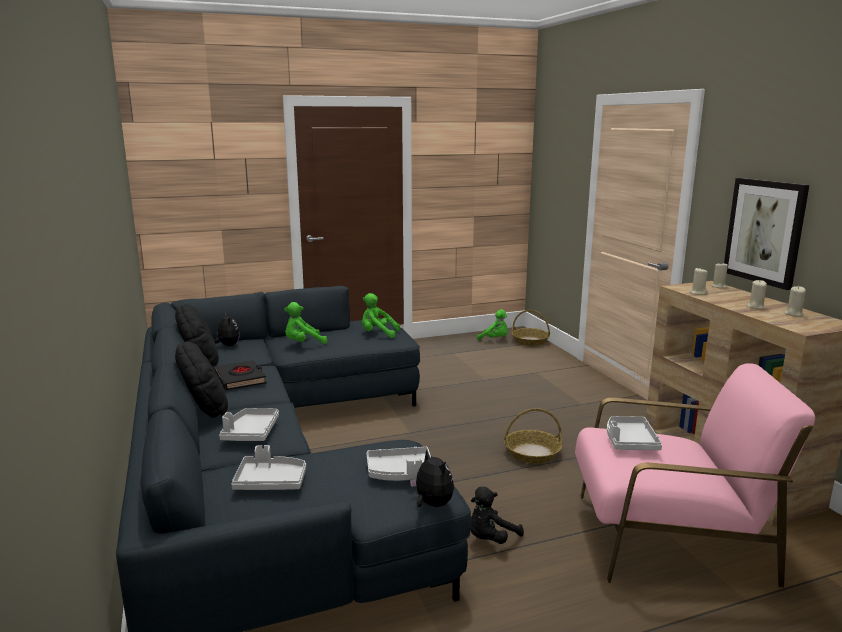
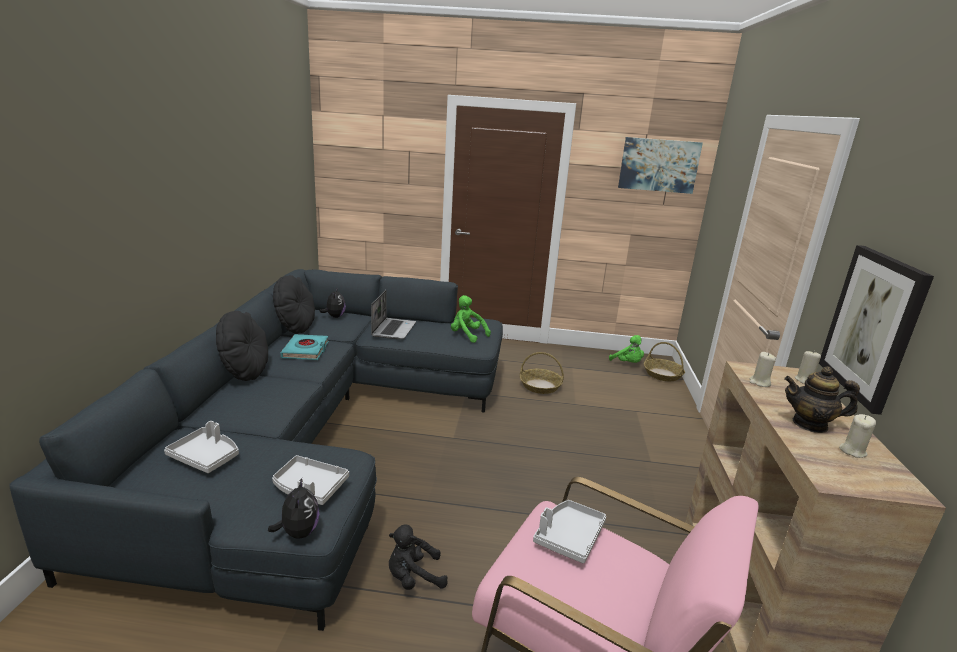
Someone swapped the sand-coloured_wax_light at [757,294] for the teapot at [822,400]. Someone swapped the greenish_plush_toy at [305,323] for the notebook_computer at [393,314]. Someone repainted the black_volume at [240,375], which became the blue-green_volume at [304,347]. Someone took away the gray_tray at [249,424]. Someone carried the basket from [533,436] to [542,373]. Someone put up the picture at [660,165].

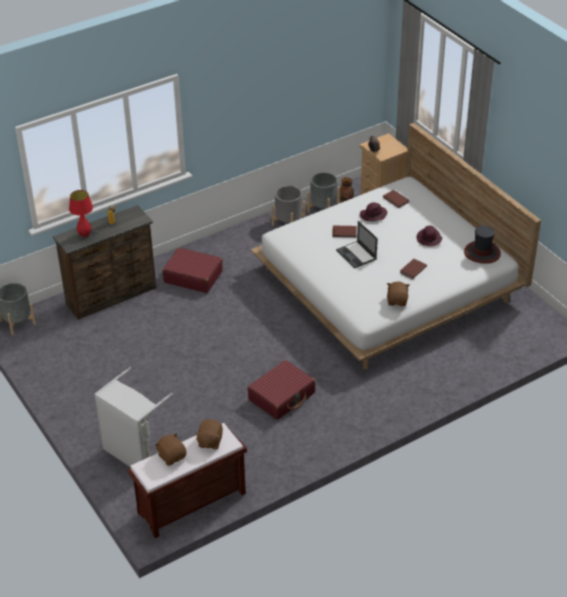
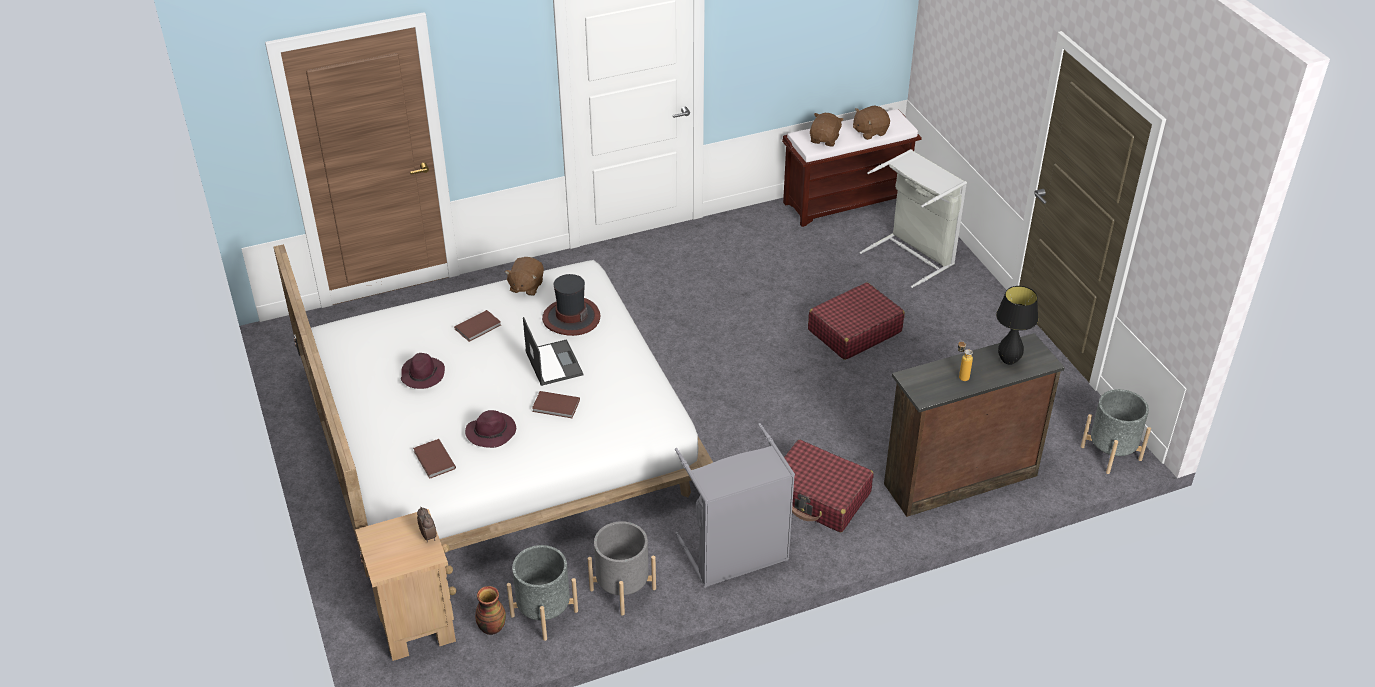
Someone repainted the reddish_table_lamp at [81,213], which became the black_table_lamp at [1017,325]. Someone carried the clothing_hat from [482,244] to [571,305]. Someone carried the reddish_suitcase from [281,390] to [856,321]. Someone rotated the brown_plush_toy at [170,449] by 90 degrees clockwise. Someone put down the gray_laundry_basket at [735,505].

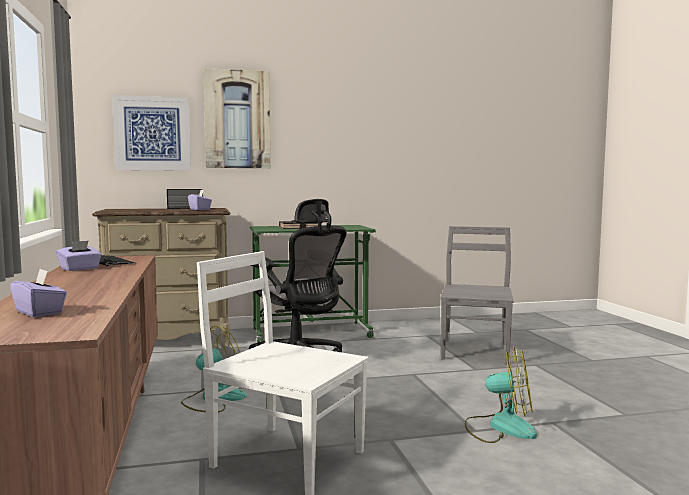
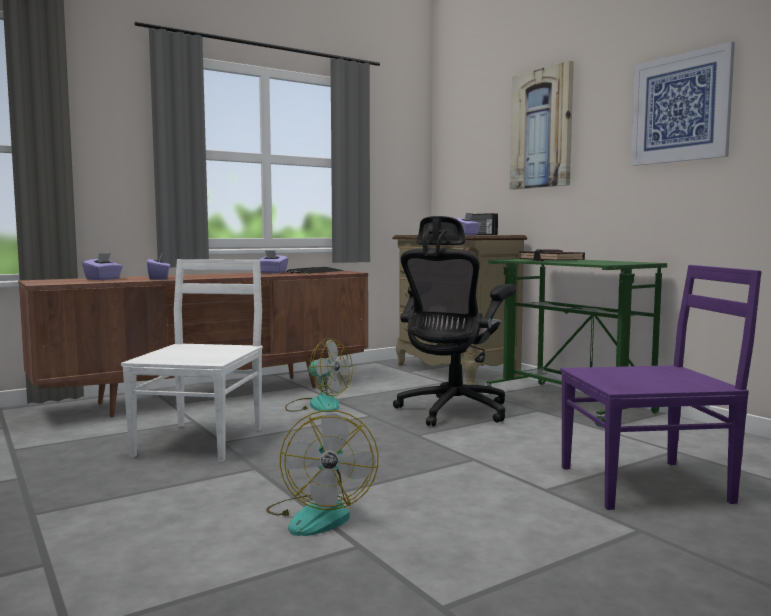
Someone carried the picture from [151,133] to [683,104]. Someone repainted the gray_plain_chair at [477,295], which became the purple_plain_chair at [661,387]. Someone put down the purple_box_of_tissues at [158,266].

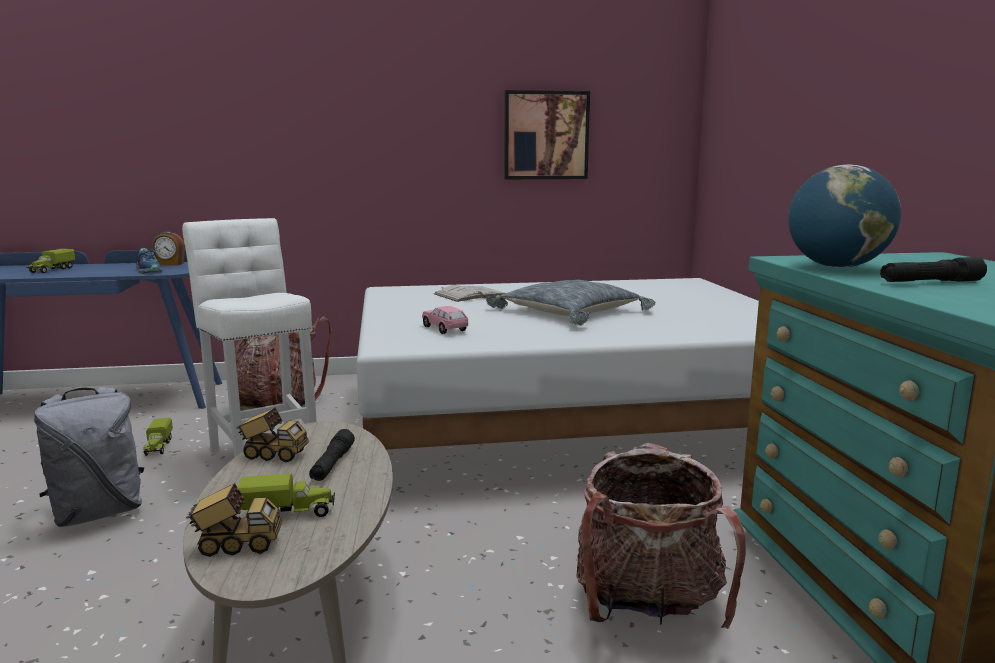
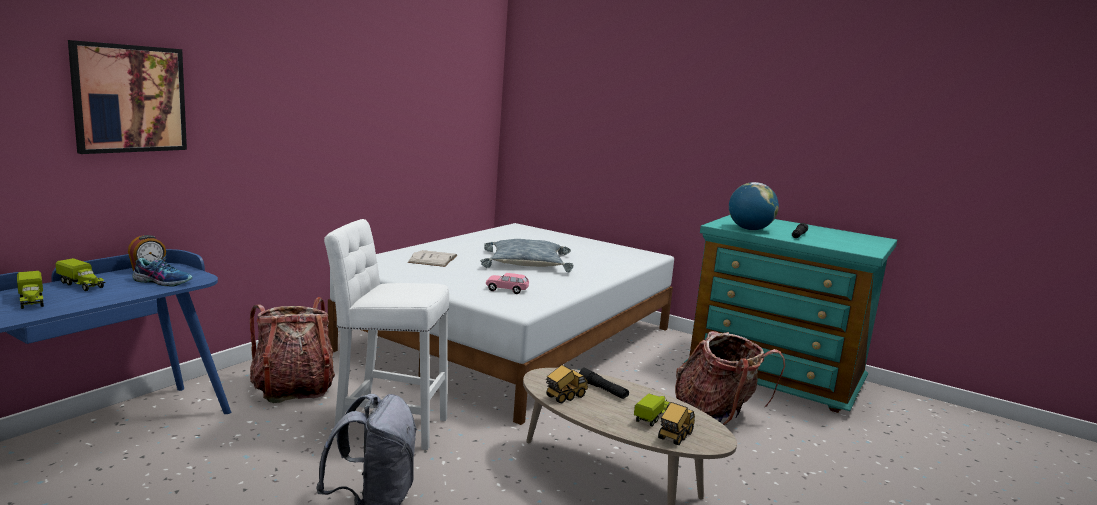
Someone carried the picture from [547,134] to [127,97]. Someone carried the toy_truck from [158,437] to [80,274].

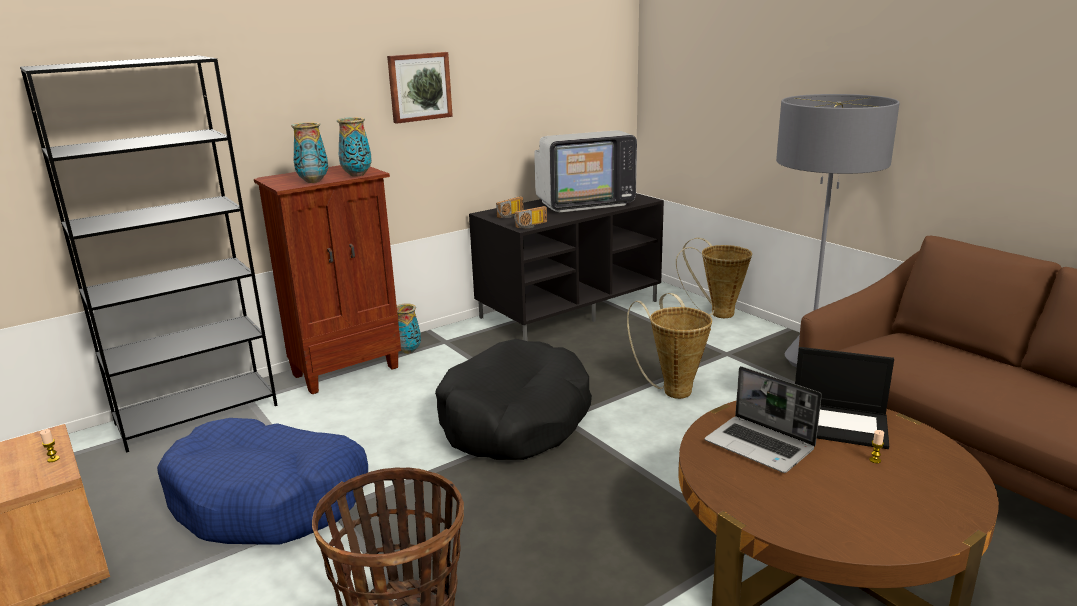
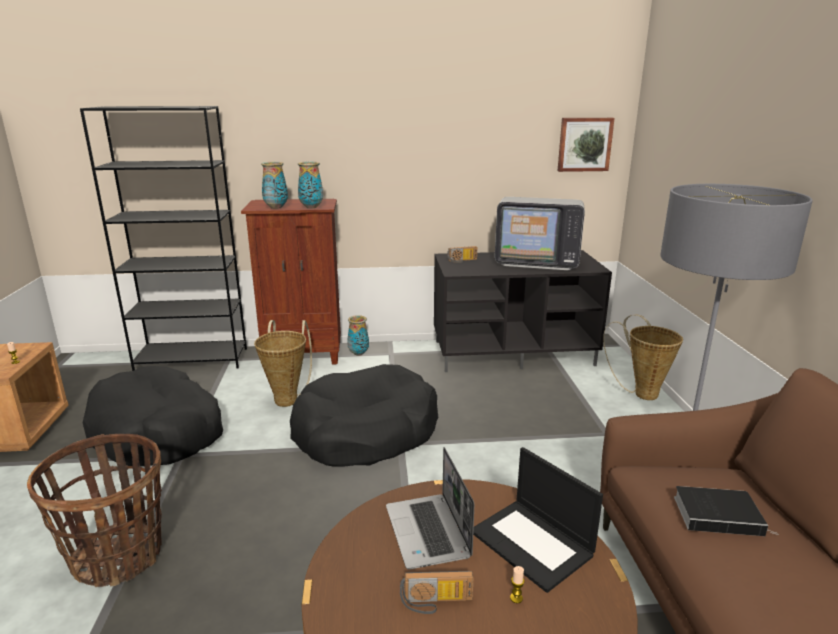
Someone carried the picture from [420,88] to [586,145]. Someone carried the radio from [530,217] to [436,592]. Someone carried the basket from [669,346] to [283,363]. Someone repainted the bluish_pet_bed at [262,481], which became the black_pet_bed at [153,416]. Someone put down the volume at [726,511].

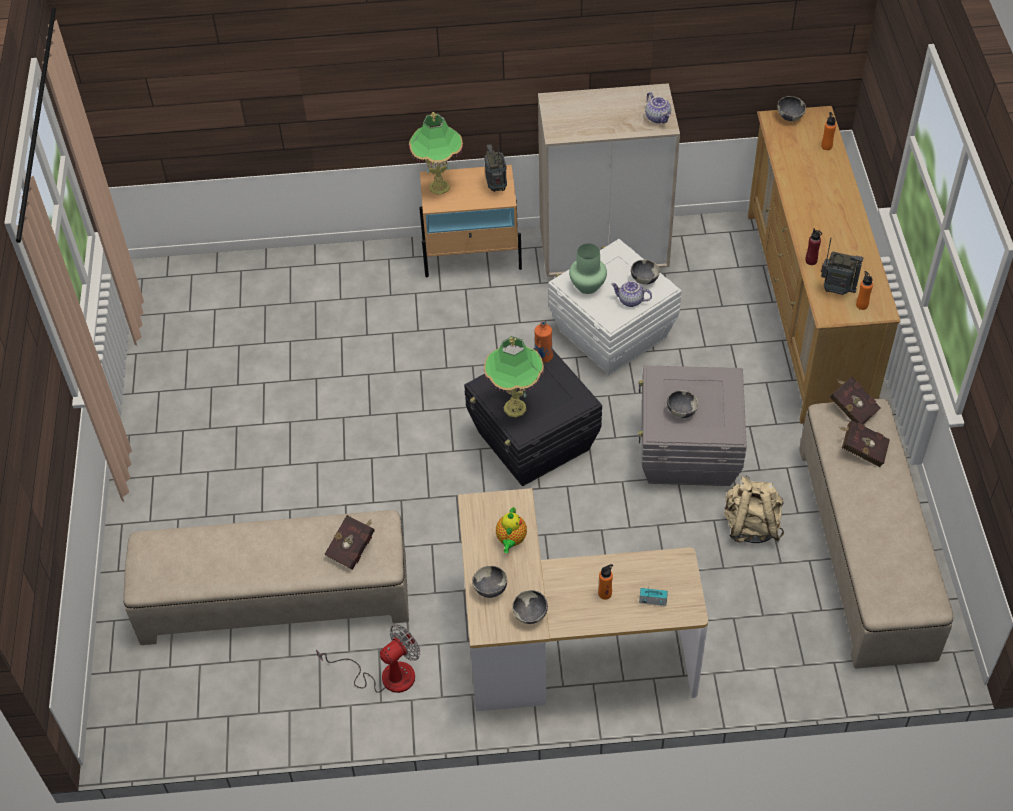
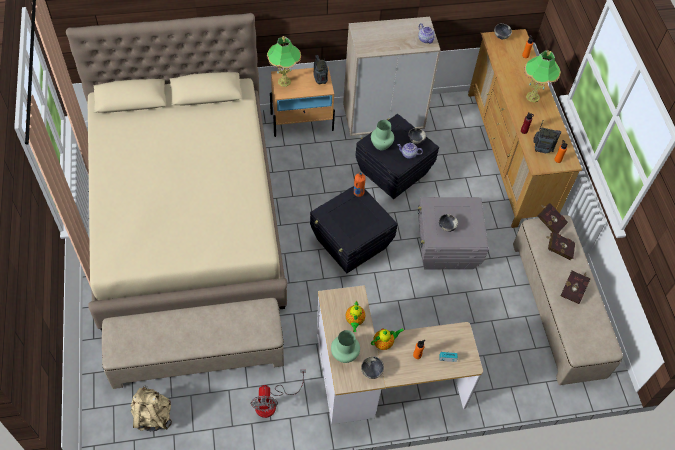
Someone repainted the white_storage_bin at [615,307], which became the black_storage_bin at [397,156]. Someone carried the table_lamp from [514,376] to [542,76]. Someone carried the sand-coloured_backpack from [754,509] to [151,408]. Someone carried the reddish_volume from [349,542] to [575,287]. Someone swapped the bowl at [489,582] for the greenish_flower_vase at [345,346]. Someone rotated the cooling_fan at [368,659] by 135 degrees clockwise. Someone put down the sand-coloured_sleeping_bed at [176,172]. Someone put down the teapot at [387,339].

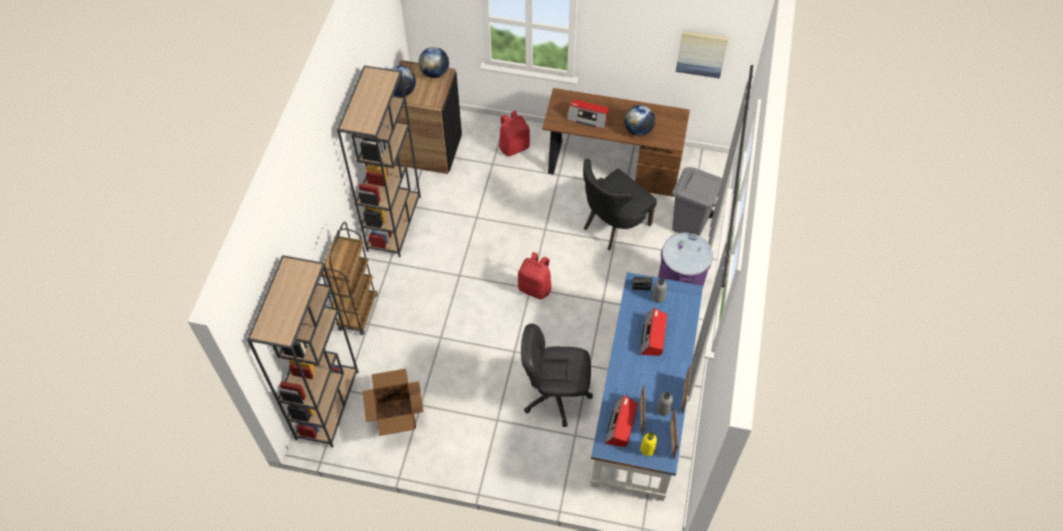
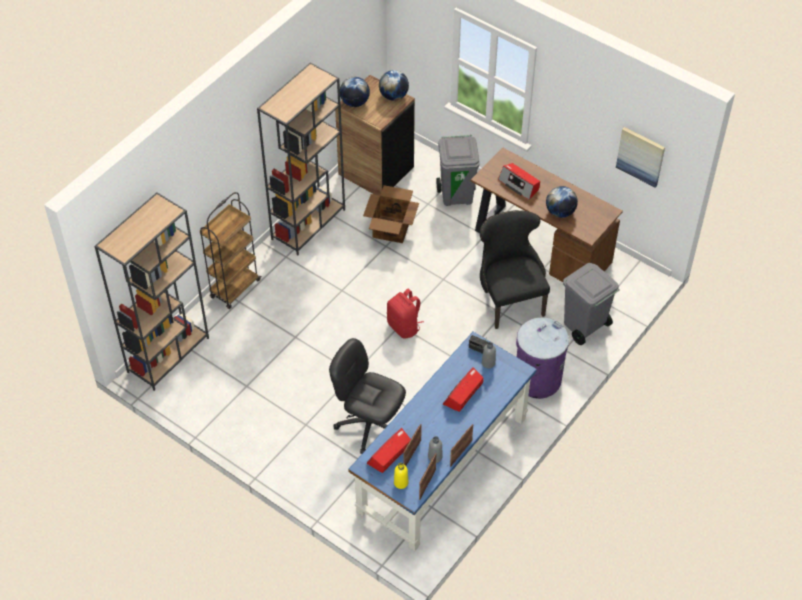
Someone swapped the reddish_backpack at [514,133] for the gray_rubbish_bin at [458,170]. Someone rotated the black_plain_chair at [620,204] by 90 degrees clockwise. Someone carried the carton from [393,402] to [391,214].

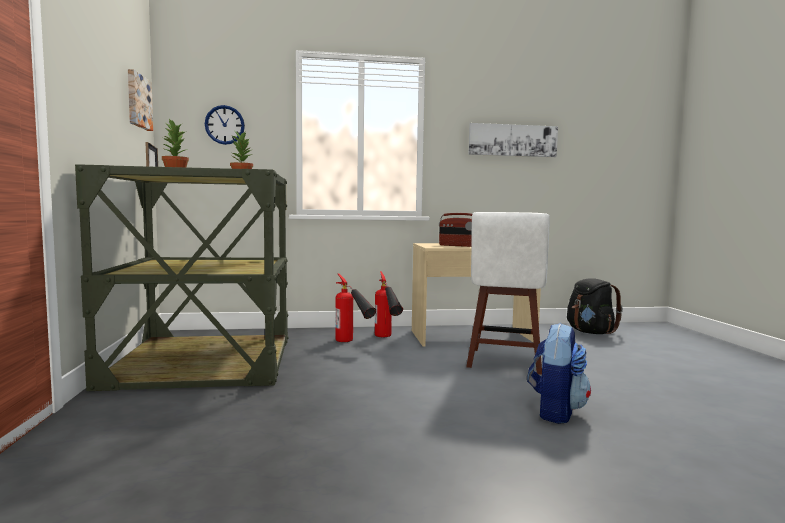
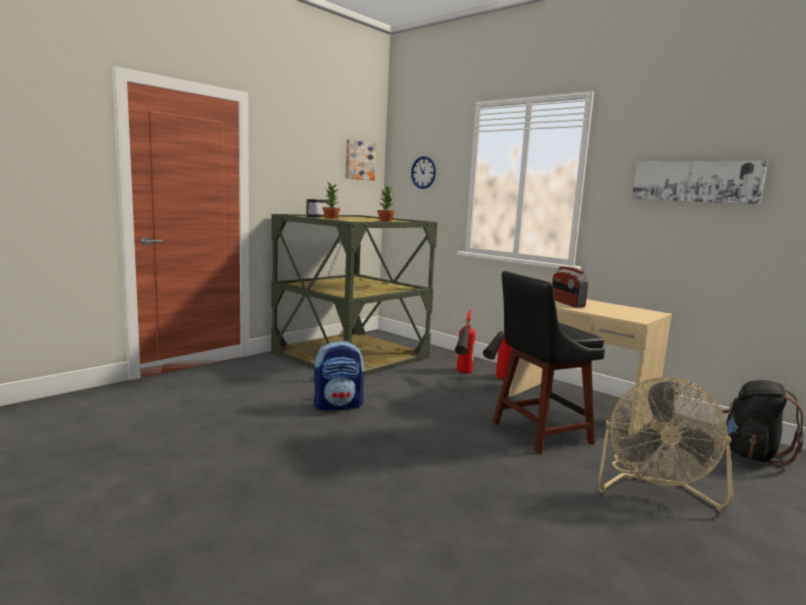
Someone repainted the white_plain_chair at [508,293], which became the black_plain_chair at [549,363]. Someone carried the backpack from [559,373] to [339,375]. Someone put down the sand-coloured_cooling_fan at [666,444].

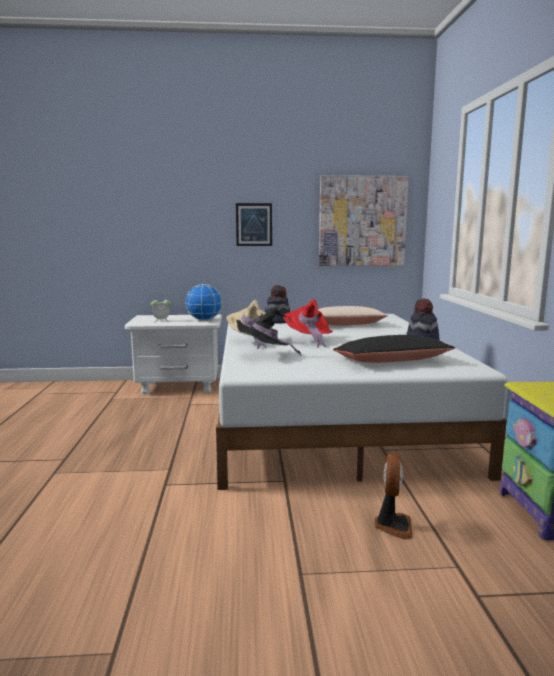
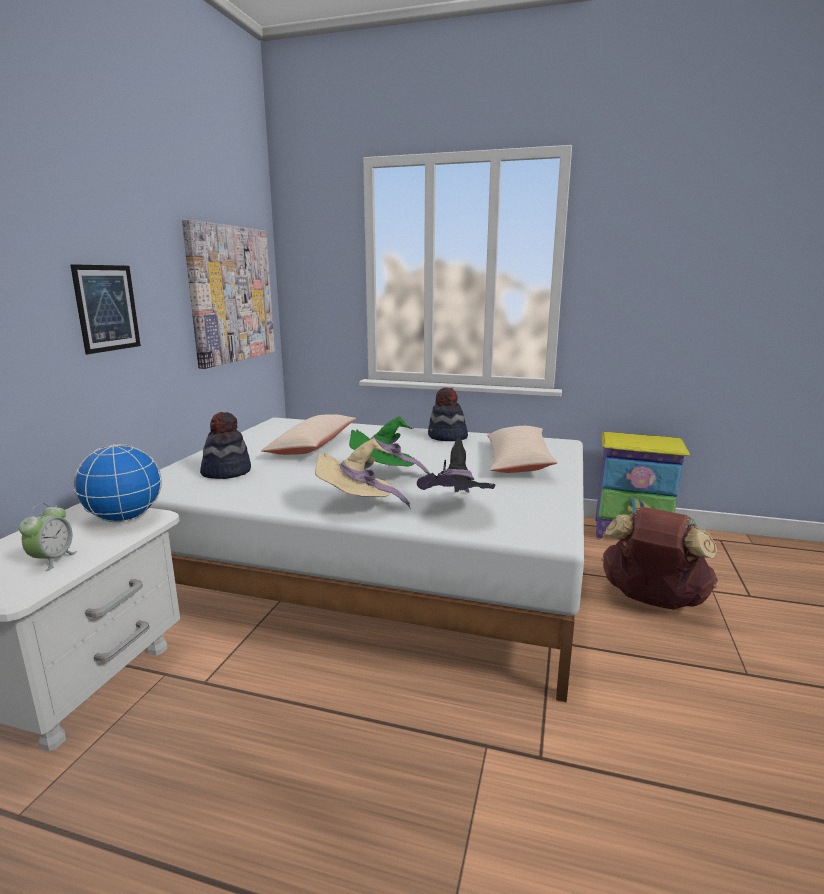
Someone repainted the reddish_clothing_hat at [308,323], which became the greenish_clothing_hat at [389,445]. Someone repainted the black_pillow at [394,349], which became the sand-coloured_pillow at [522,449]. Someone swapped the cooling_fan at [394,496] for the brown_backpack at [660,558].

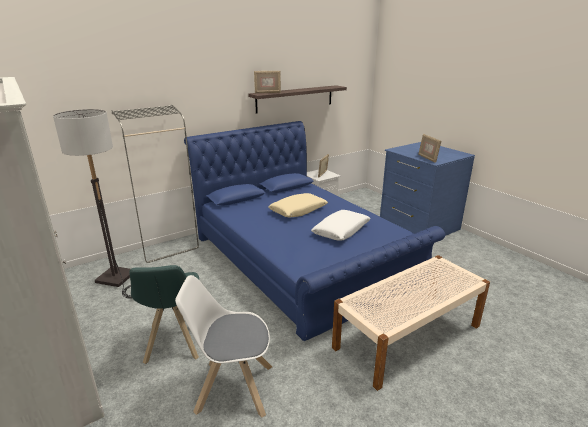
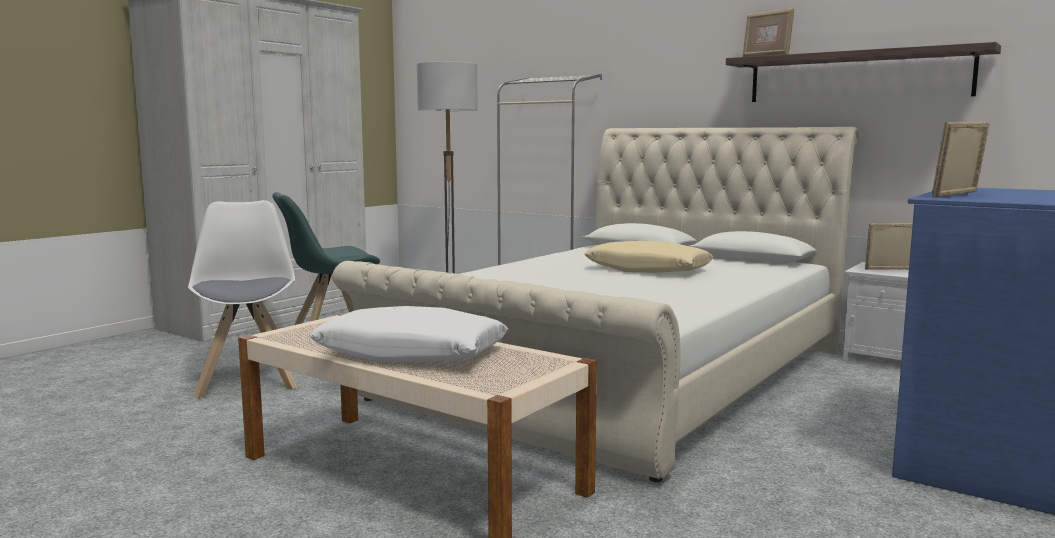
Someone repainted the bluish_sleeping_bed at [314,231], which became the sand-coloured_sleeping_bed at [595,304]. Someone carried the white_pillow from [341,225] to [409,334].

